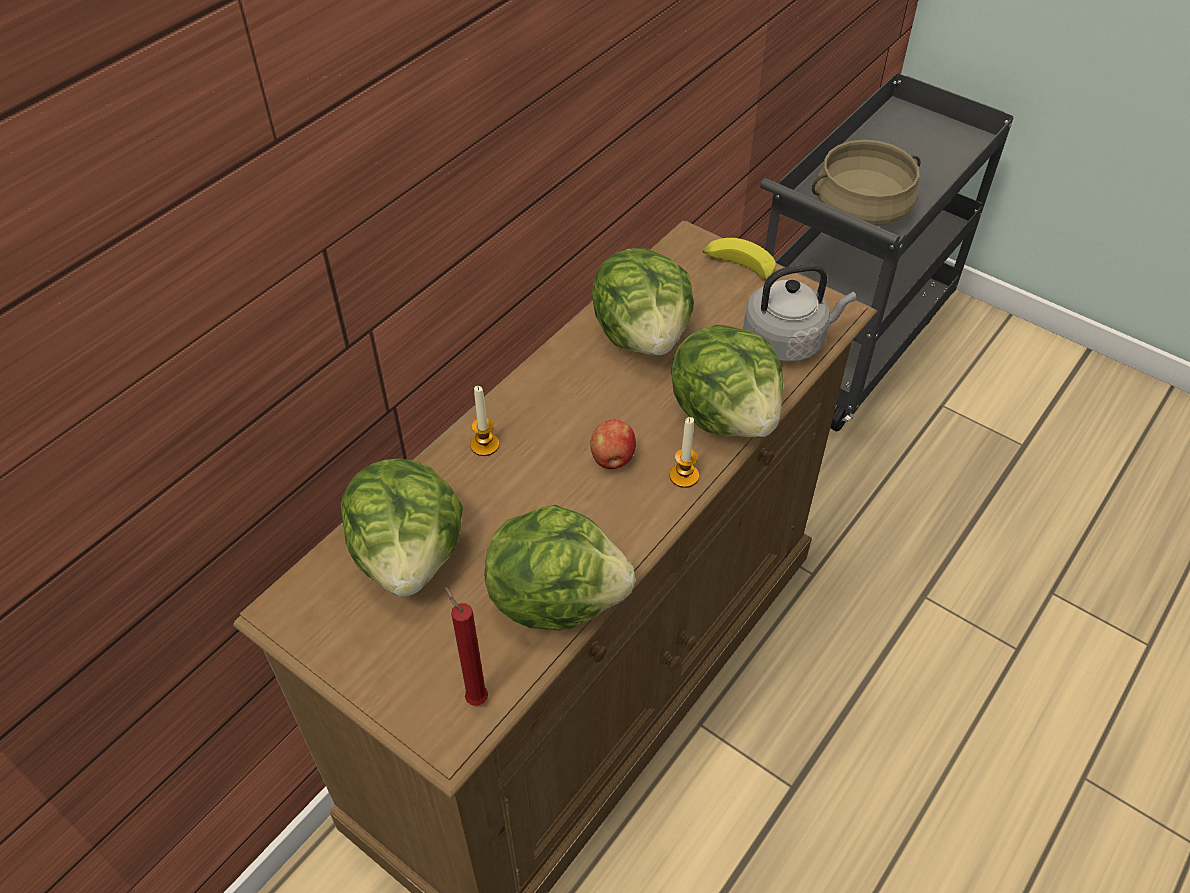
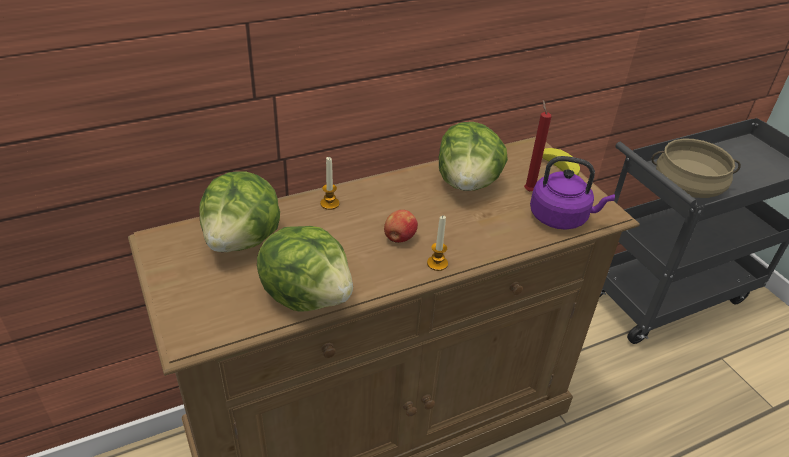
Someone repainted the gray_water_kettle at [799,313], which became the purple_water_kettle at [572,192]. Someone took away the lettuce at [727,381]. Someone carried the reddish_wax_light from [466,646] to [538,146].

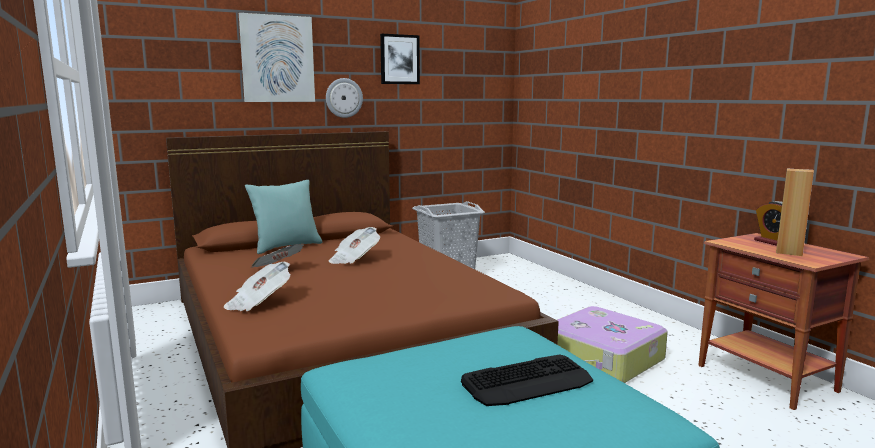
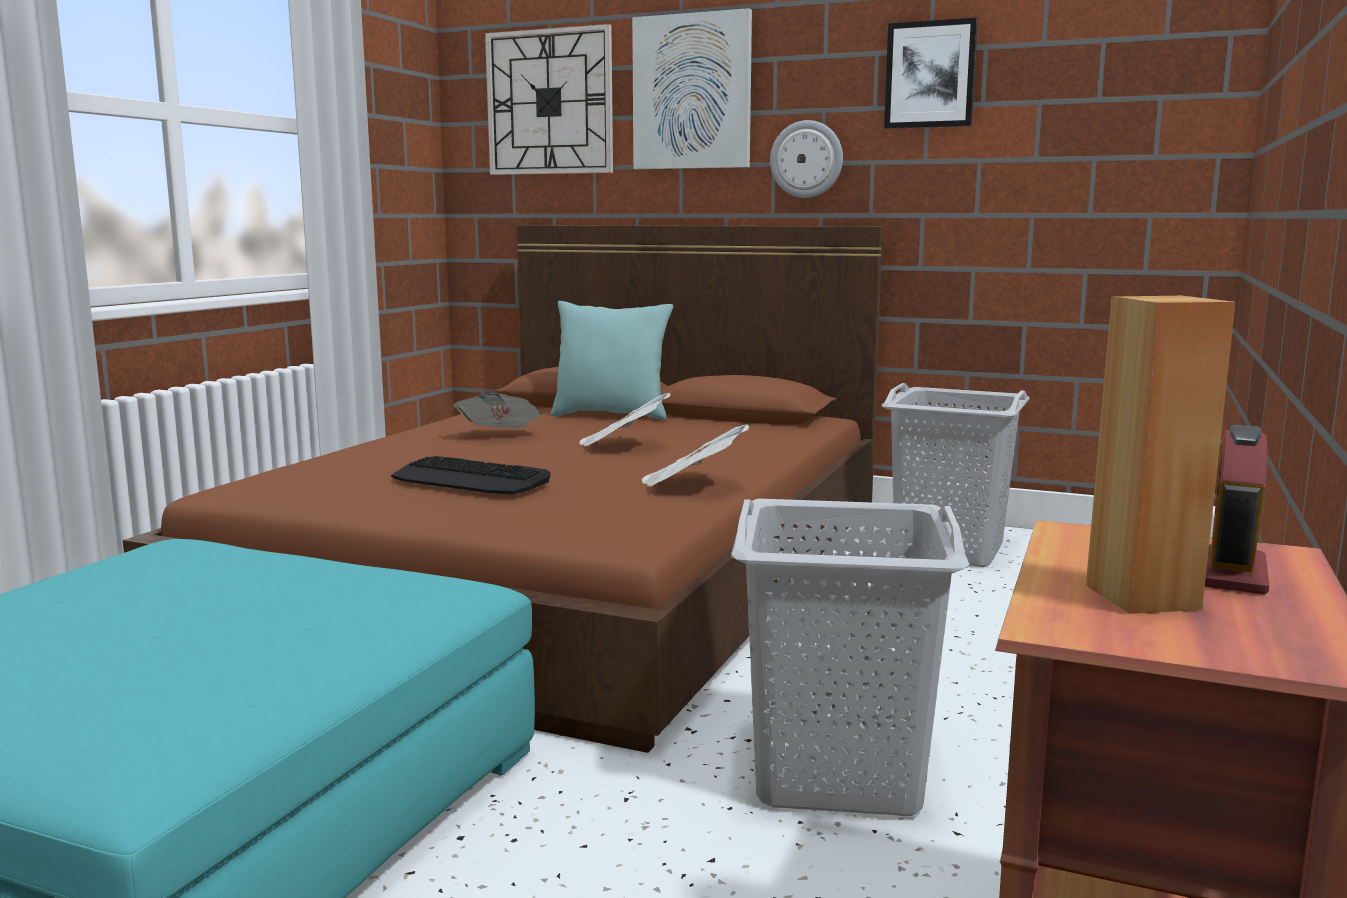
Someone carried the newspaper from [257,286] to [695,456]. Someone swapped the suitcase at [612,344] for the gray_laundry_basket at [850,657]. Someone carried the keyboard from [527,380] to [470,475]. Someone put up the clock_on_the_wall at [549,99].

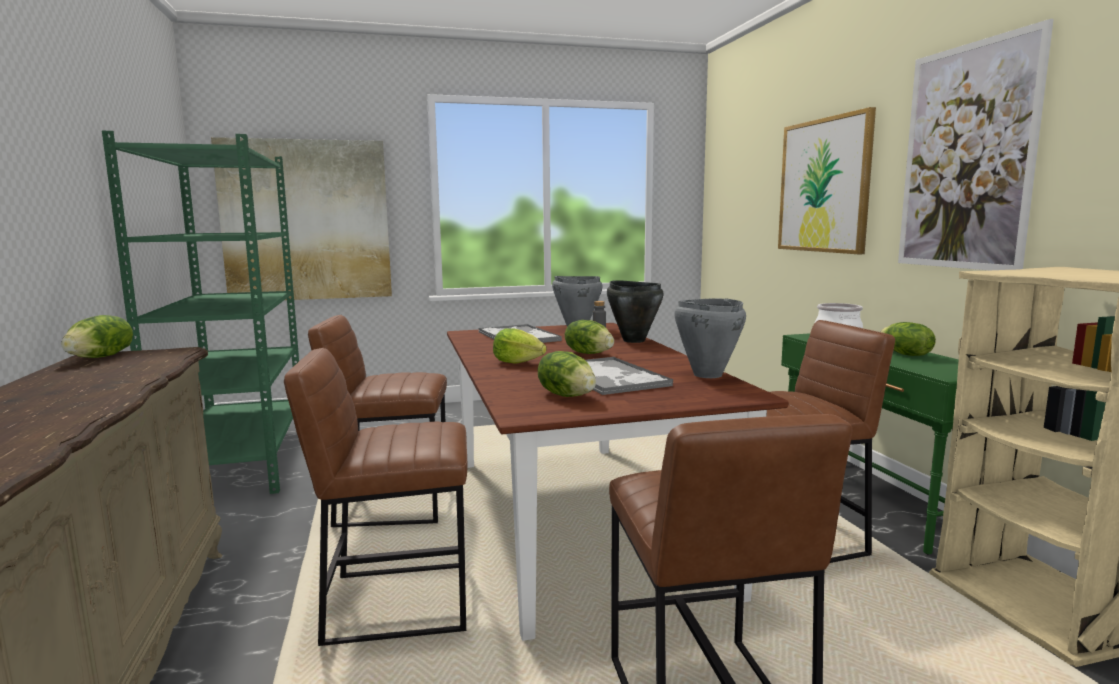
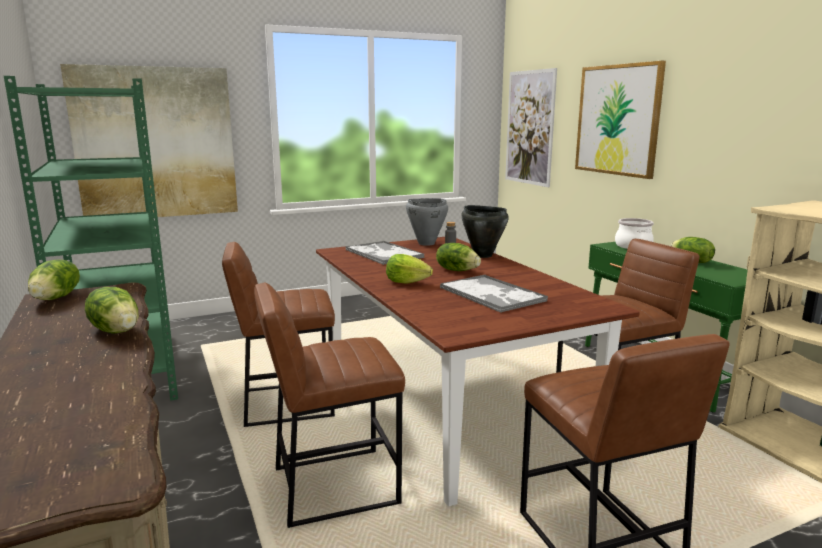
Someone carried the picture from [976,144] to [531,127]. Someone took away the gray_stockpot at [710,338]. Someone carried the lettuce from [567,374] to [112,310].

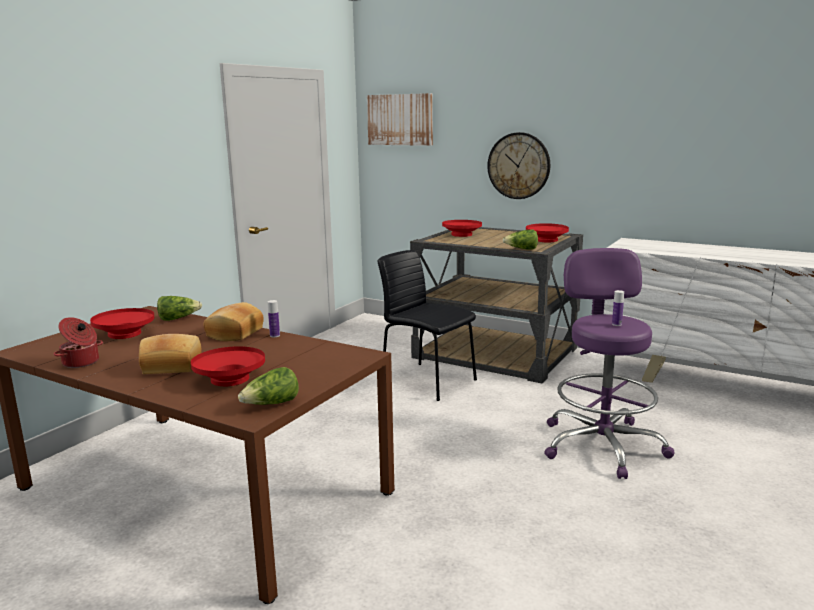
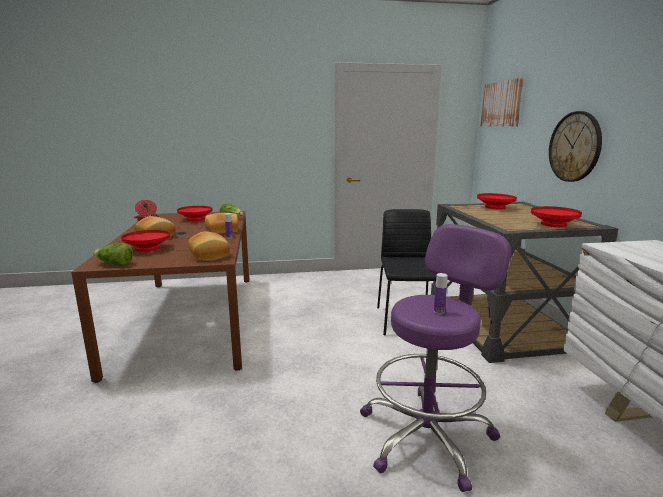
Someone took away the lettuce at [520,240]. Someone put down the bakery_bread at [209,246].

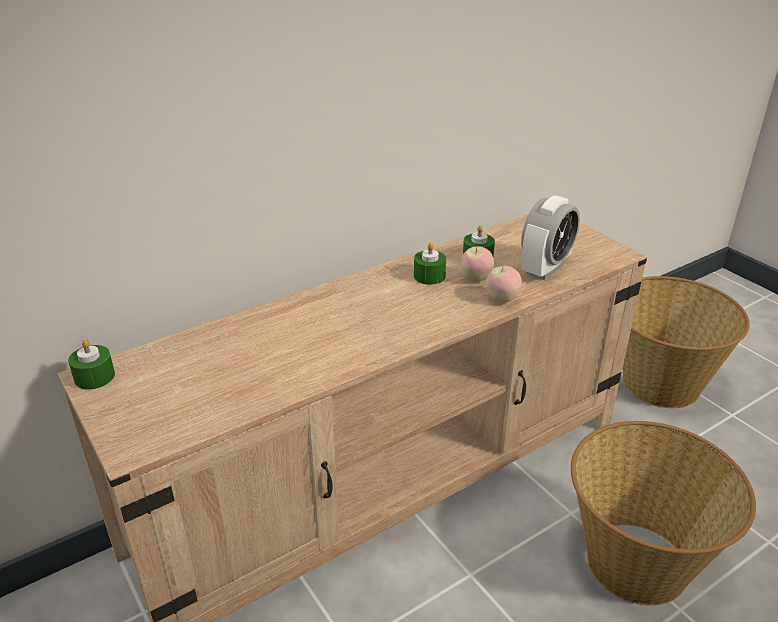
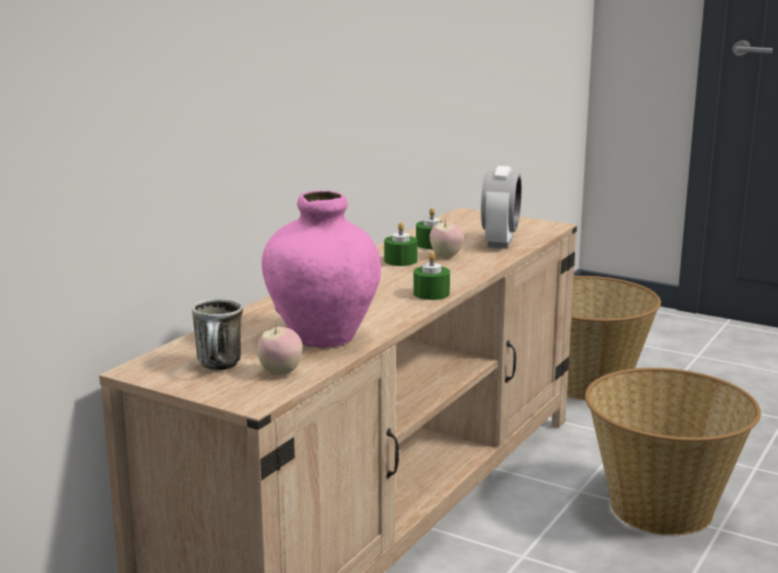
Someone carried the apple from [504,283] to [280,350]. Someone carried the greenish_wax_light from [91,364] to [431,276]. Someone put down the pinkish_flower_vase at [321,269]. Someone put down the tea_mug at [217,334].

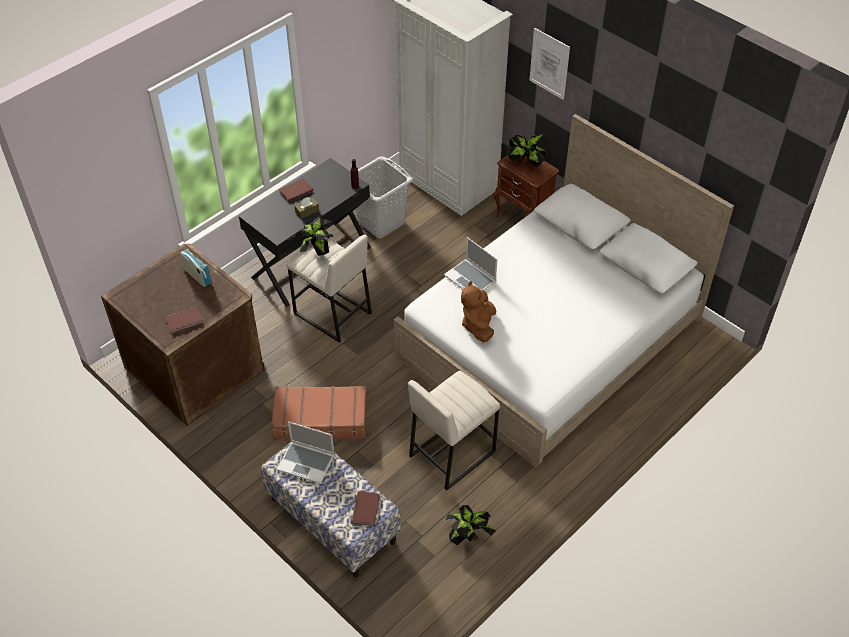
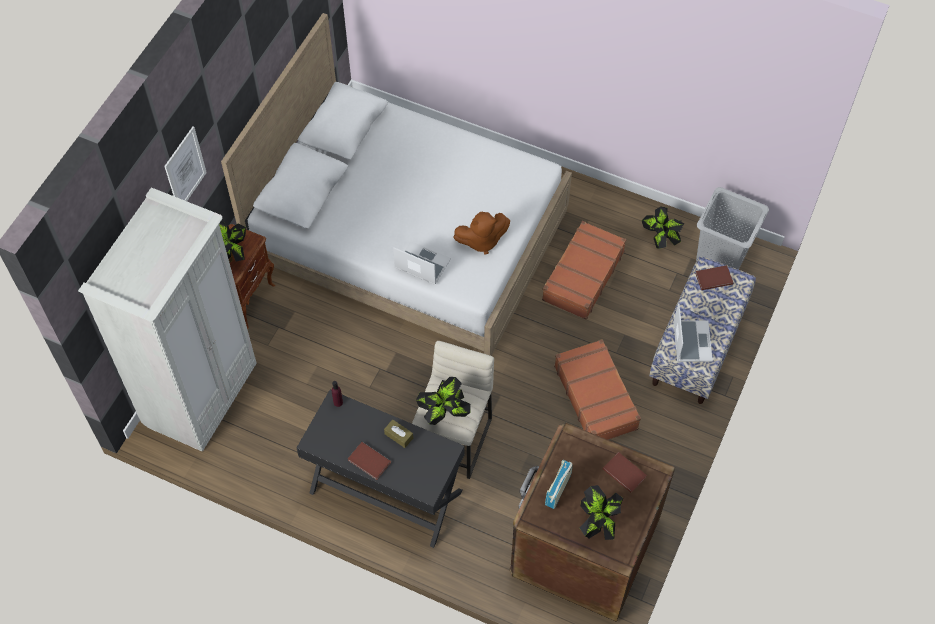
Someone carried the gray_laundry_basket from [384,197] to [732,228]. Someone rotated the notebook_computer at [471,263] by 90 degrees counterclockwise. Someone swapped the sand-coloured_stool_seat at [454,431] for the brown_suitcase at [584,270]. Someone put down the houseplant at [601,512].

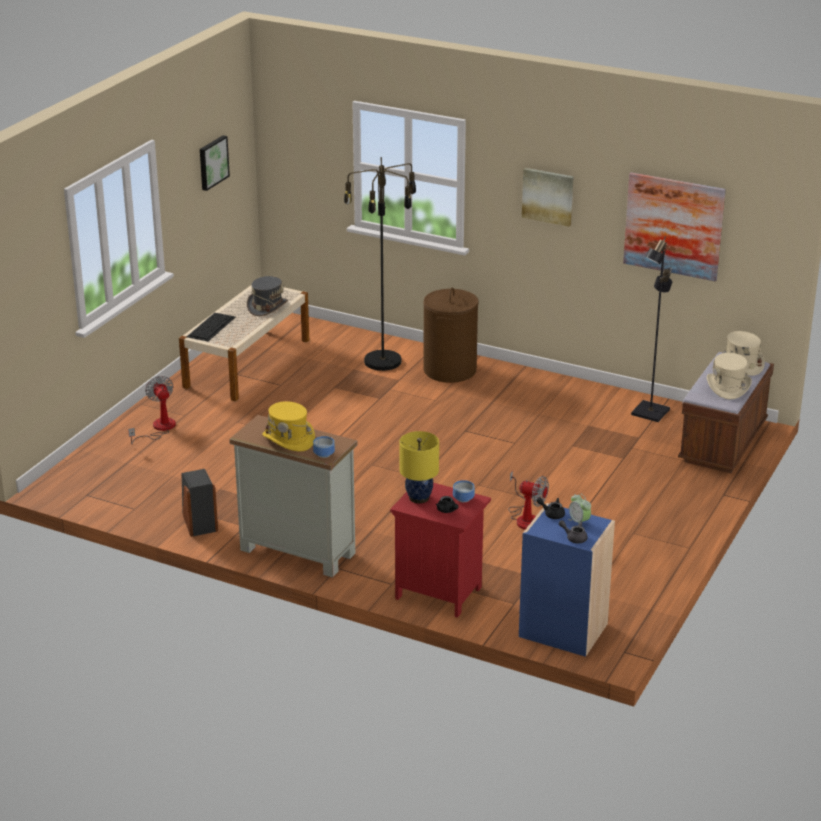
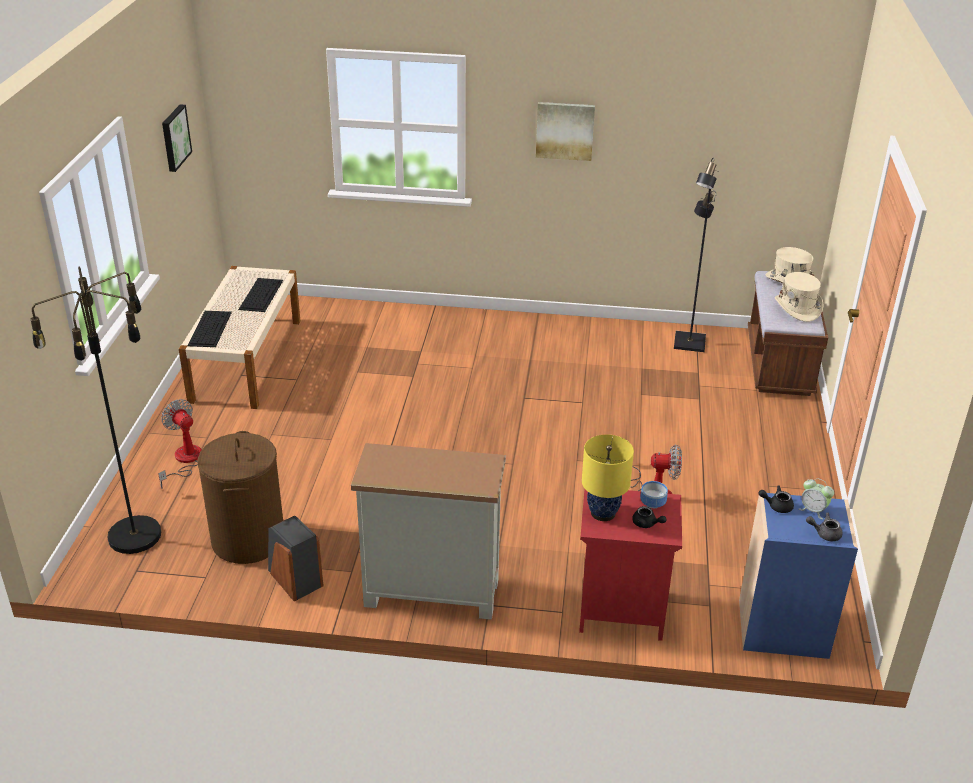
Someone carried the floor_lamp from [380,264] to [96,410]. Someone took away the picture at [674,226]. Someone swapped the gray_clothing_hat at [267,296] for the keyboard at [260,295]. Someone carried the brown_laundry_basket from [451,335] to [240,497]. Someone took away the yellow-coloured_clothing_hat at [288,426]. Someone took away the bowl at [324,447].

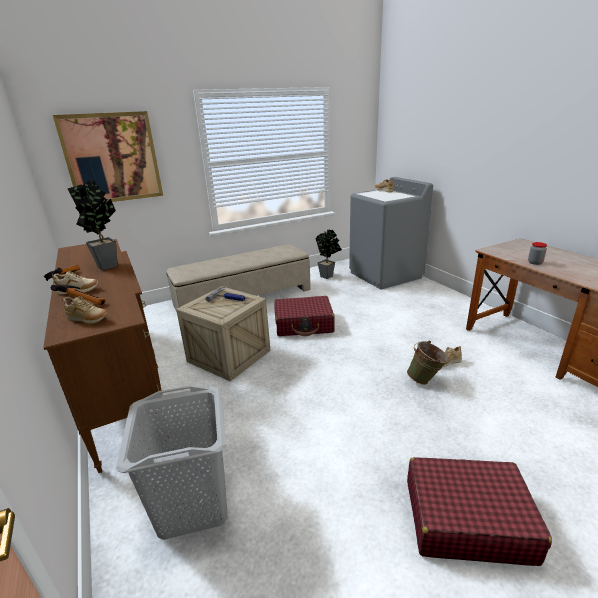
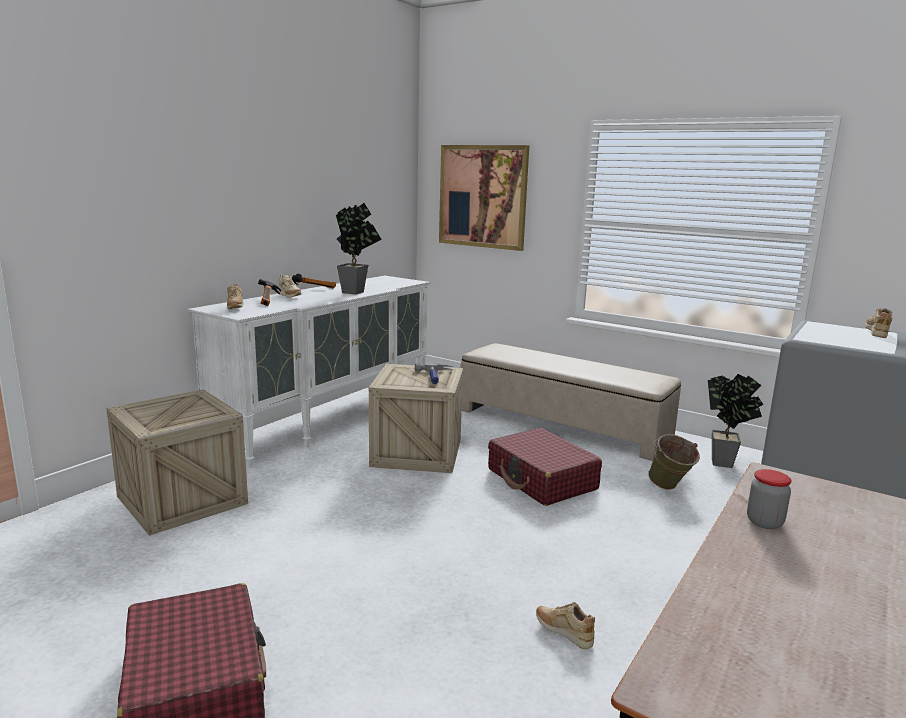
Someone repainted the brown_cabinet at [105,356], which became the white_cabinet at [309,372]. Someone carried the greenish_pail from [428,363] to [674,462]. Someone swapped the gray_laundry_basket at [172,462] for the packing_crate at [177,462].

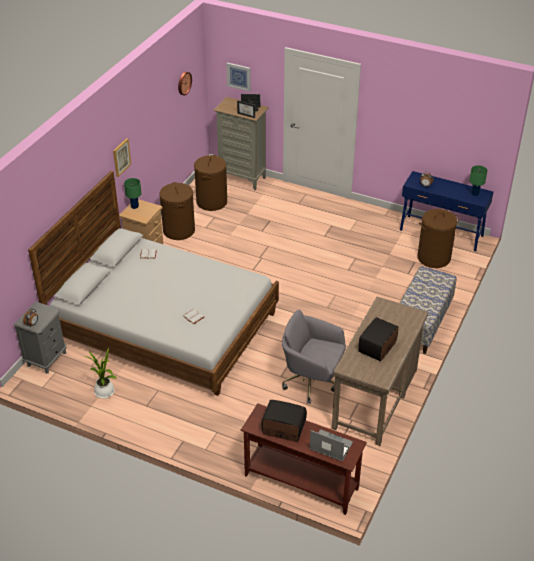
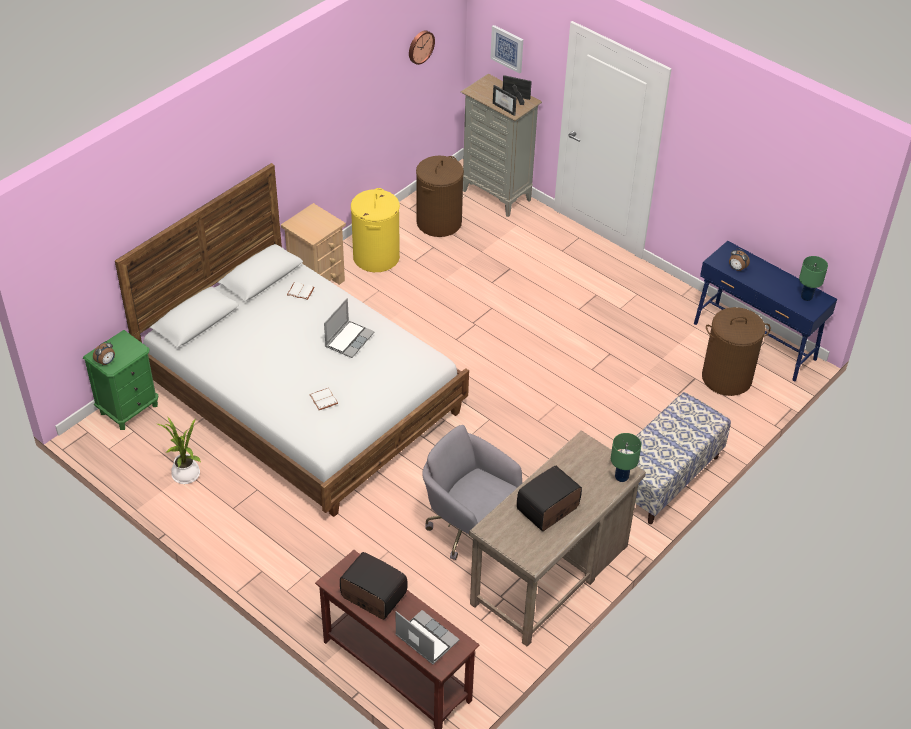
Someone took away the picture at [122,157]. Someone carried the greenish_table_lamp from [132,193] to [626,457]. Someone repainted the brown_laundry_basket at [177,211], which became the yellow-coloured_laundry_basket at [375,230]. Someone repainted the gray_night_table at [40,338], which became the greenish_night_table at [120,380]. Someone put down the notebook_computer at [349,328].

